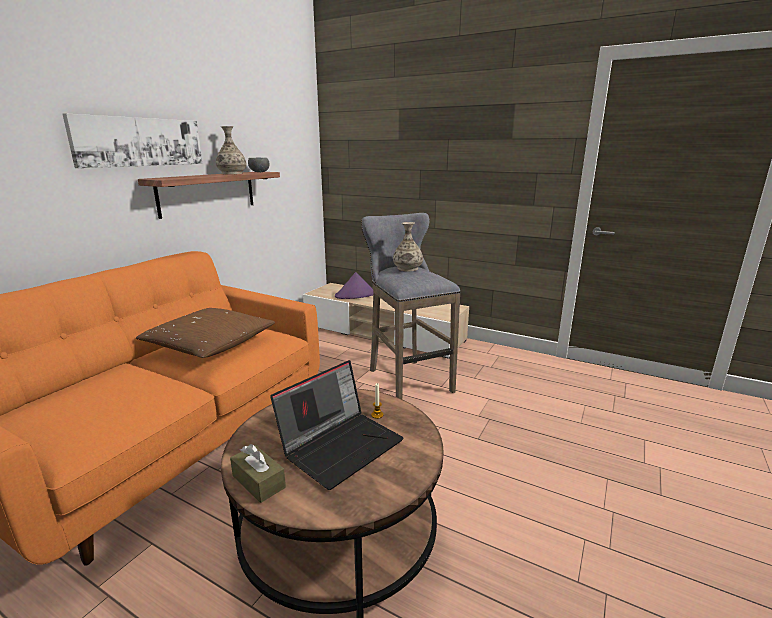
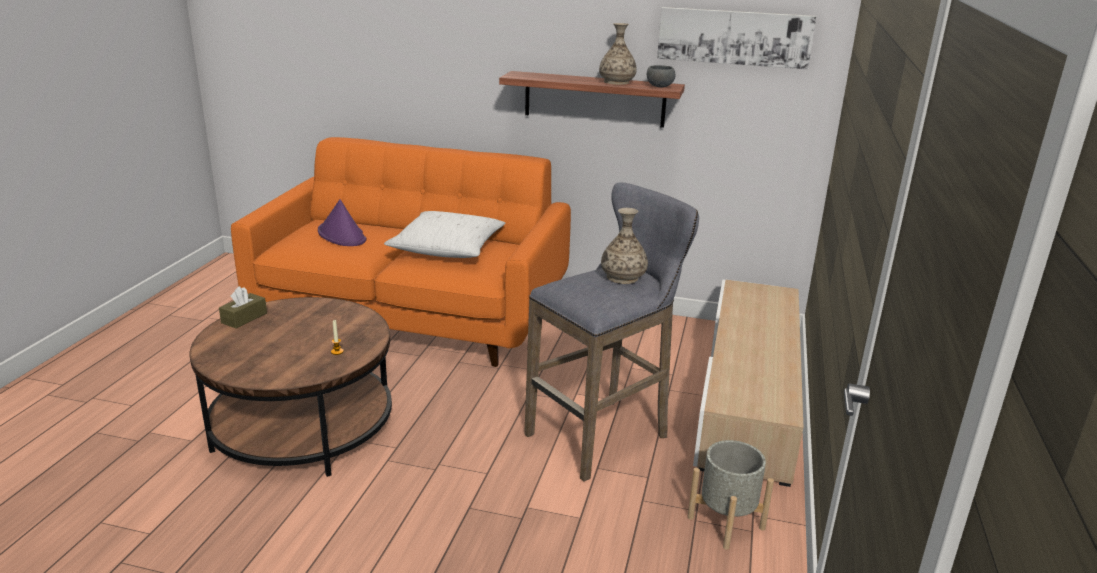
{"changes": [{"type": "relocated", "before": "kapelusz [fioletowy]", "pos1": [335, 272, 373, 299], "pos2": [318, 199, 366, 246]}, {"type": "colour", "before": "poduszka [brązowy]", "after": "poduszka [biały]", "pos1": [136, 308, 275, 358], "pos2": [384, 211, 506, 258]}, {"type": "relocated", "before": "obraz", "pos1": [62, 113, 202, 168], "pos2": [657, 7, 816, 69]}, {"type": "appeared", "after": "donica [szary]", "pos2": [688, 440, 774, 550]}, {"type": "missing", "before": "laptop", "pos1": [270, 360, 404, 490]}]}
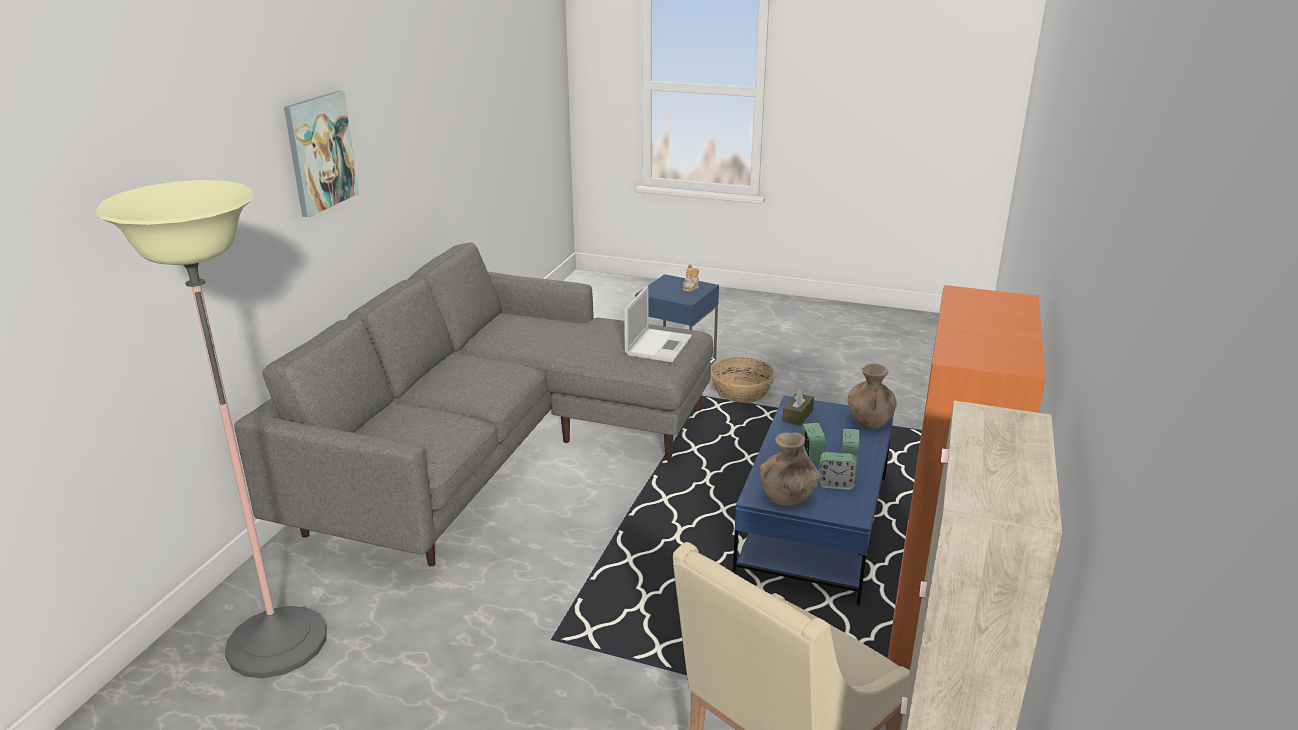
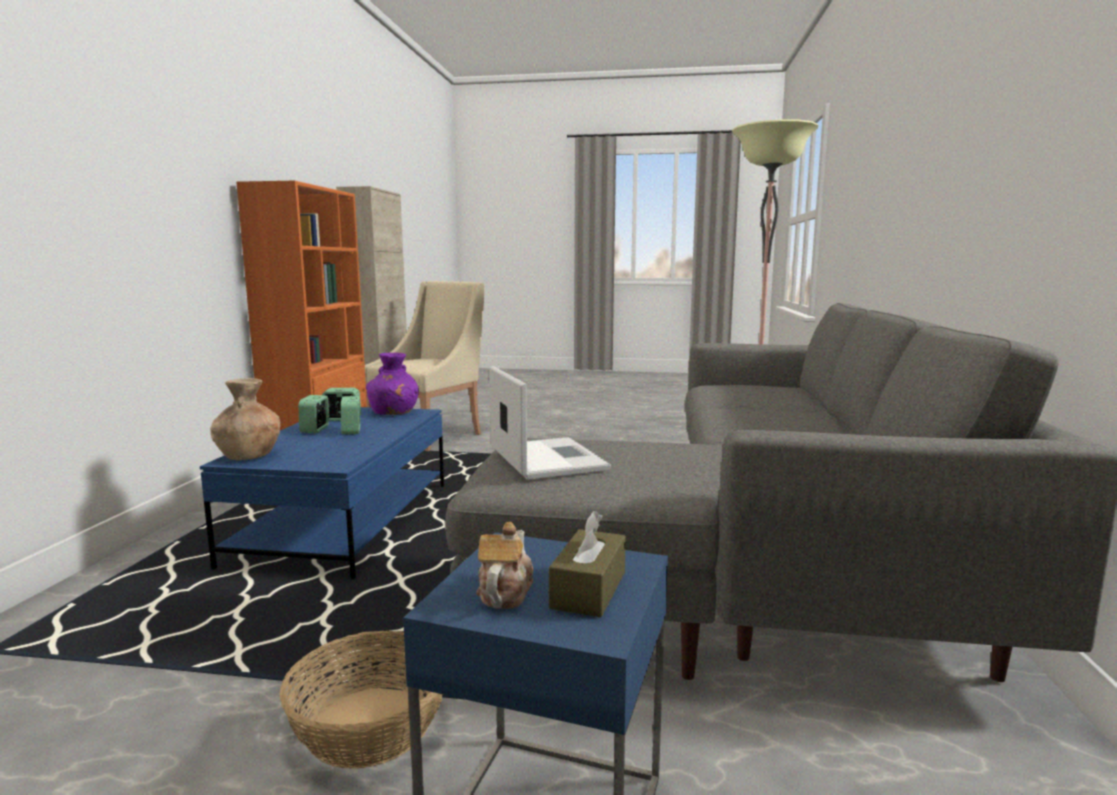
{"changes": [{"type": "colour", "before": "wazon [brązowy]", "after": "wazon [fioletowy]", "pos1": [760, 432, 821, 505], "pos2": [366, 353, 419, 415]}, {"type": "spun", "before": "laptop", "pos1": [624, 286, 692, 362], "pos2": [489, 366, 611, 480], "turn": 150}, {"type": "relocated", "before": "pudełko chusteczek [brązowy]", "pos1": [782, 388, 814, 426], "pos2": [549, 511, 626, 618]}, {"type": "missing", "before": "obraz", "pos1": [284, 91, 359, 217]}]}
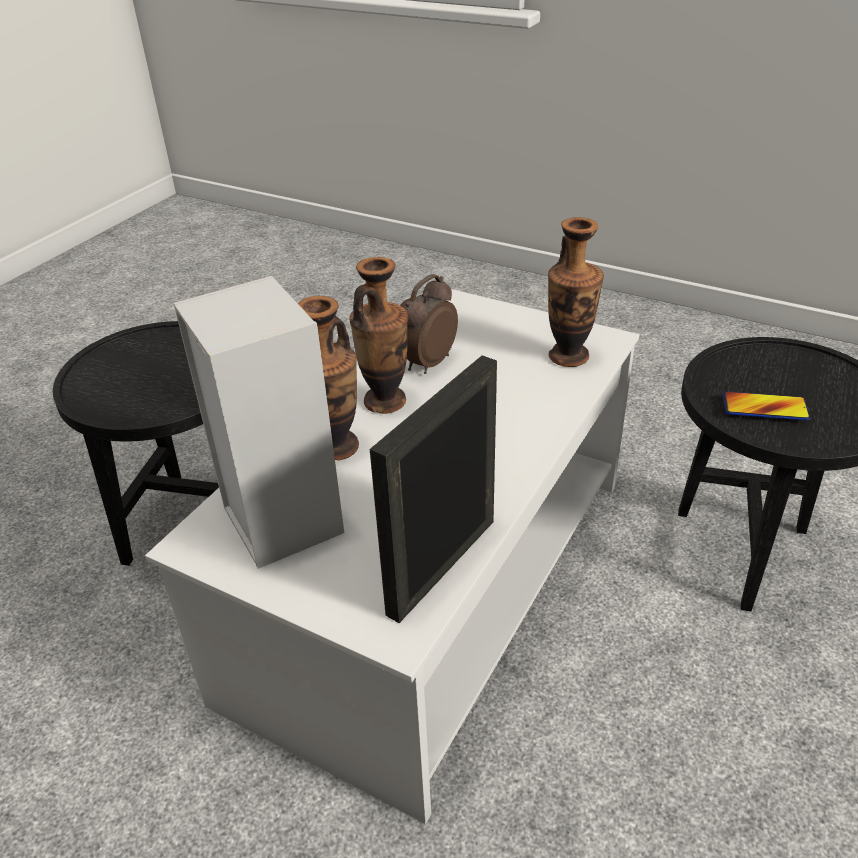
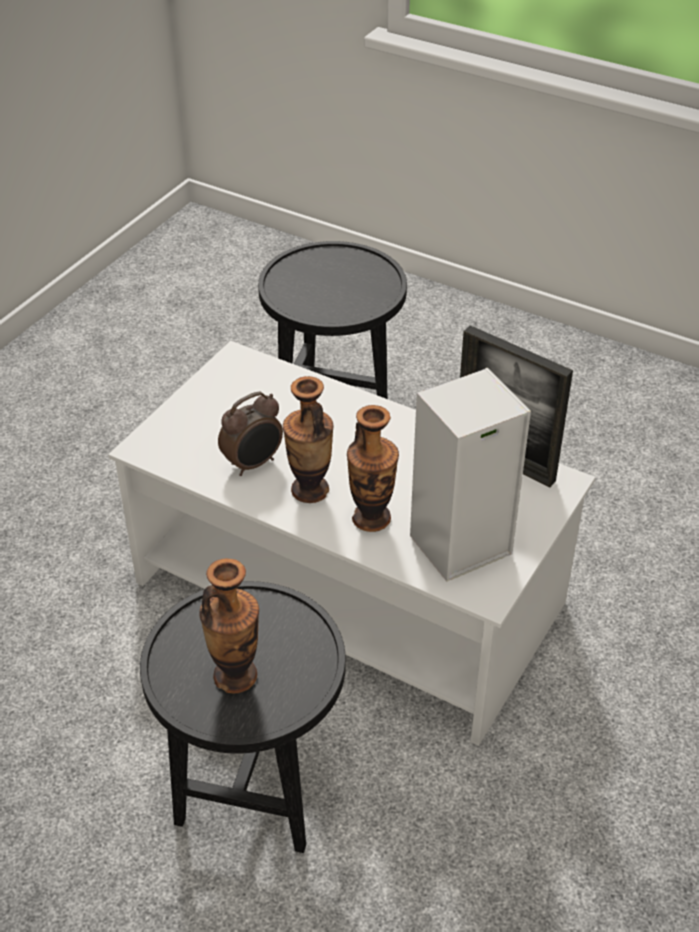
{"changes": [{"type": "relocated", "before": "wazon", "pos1": [548, 217, 604, 367], "pos2": [199, 558, 259, 693]}, {"type": "spun", "before": "budzik", "pos1": [400, 274, 458, 374], "pos2": [218, 392, 283, 476], "turn": -75}, {"type": "missing", "before": "telefon", "pos1": [723, 391, 810, 420]}]}
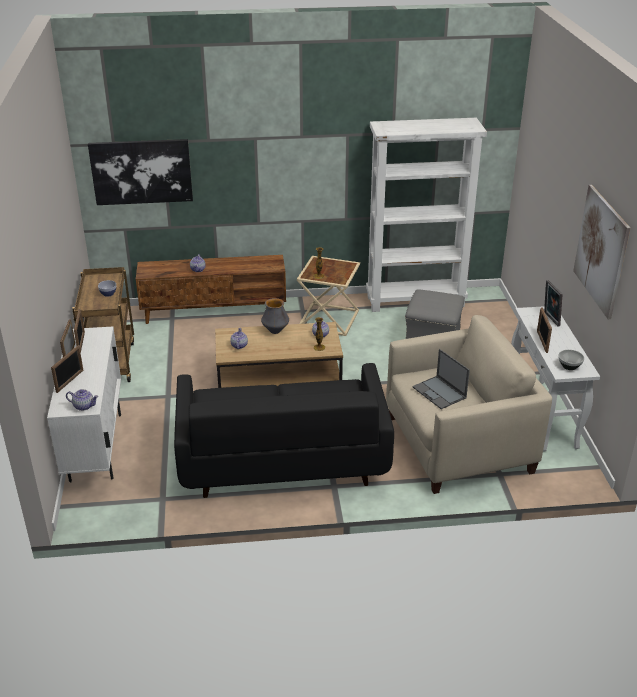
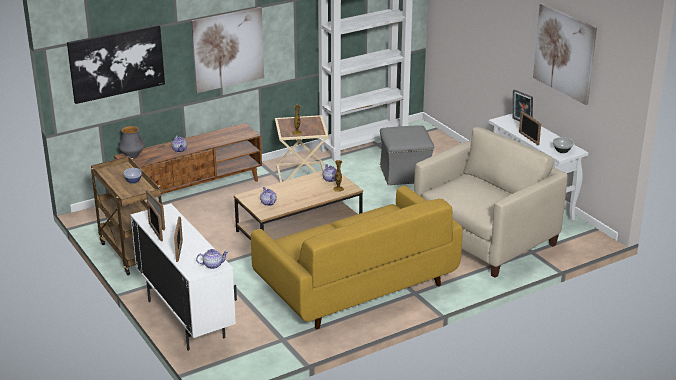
{"changes": [{"type": "relocated", "before": "wazon", "pos1": [261, 298, 289, 334], "pos2": [119, 126, 145, 159]}, {"type": "appeared", "after": "obraz", "pos2": [191, 7, 264, 93]}, {"type": "colour", "before": "kanapa [czarny]", "after": "kanapa [żółty]", "pos1": [174, 363, 394, 498], "pos2": [251, 186, 463, 329]}, {"type": "missing", "before": "laptop", "pos1": [412, 349, 470, 409]}]}
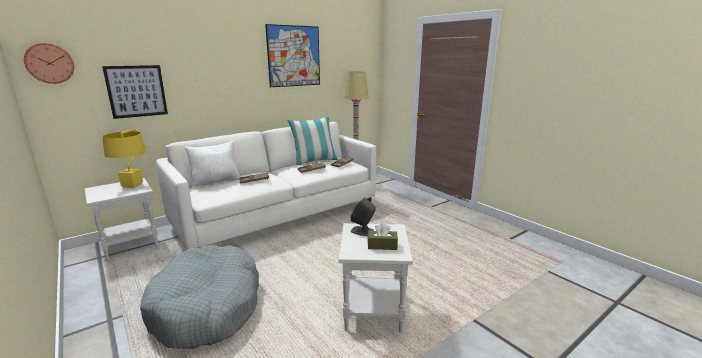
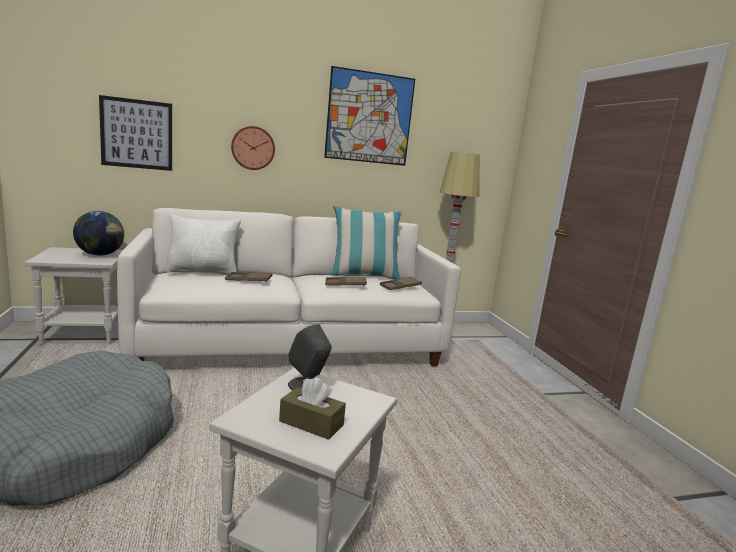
{"changes": [{"type": "exchanged", "before": "lampa stołowa [żółty]", "after": "globus", "pos1": [102, 128, 146, 188], "pos2": [73, 211, 124, 256]}, {"type": "relocated", "before": "zegar ścienny", "pos1": [24, 43, 74, 84], "pos2": [231, 126, 275, 170]}]}
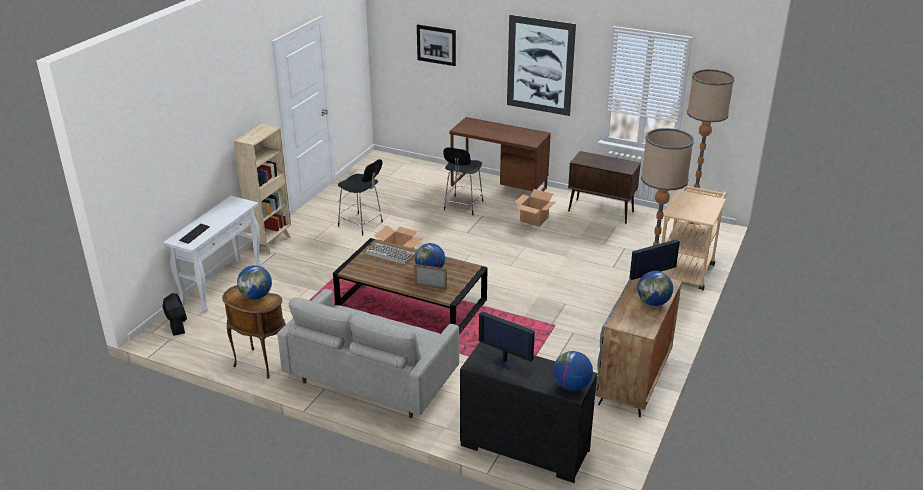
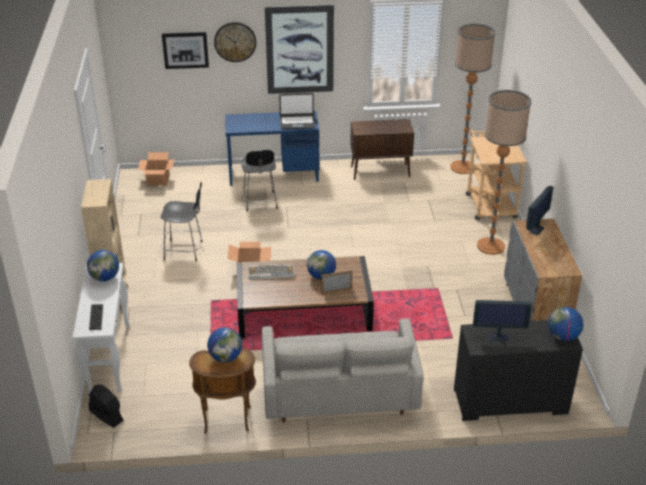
{"changes": [{"type": "relocated", "before": "globus", "pos1": [637, 271, 673, 306], "pos2": [87, 250, 119, 281]}, {"type": "relocated", "before": "karton", "pos1": [515, 189, 555, 227], "pos2": [138, 152, 174, 185]}, {"type": "appeared", "after": "zegar ścienny", "pos2": [214, 22, 256, 62]}, {"type": "colour", "before": "biurko [brązowy]", "after": "biurko [niebieski]", "pos1": [449, 117, 551, 191], "pos2": [225, 111, 319, 186]}, {"type": "appeared", "after": "laptop", "pos2": [279, 93, 315, 129]}]}
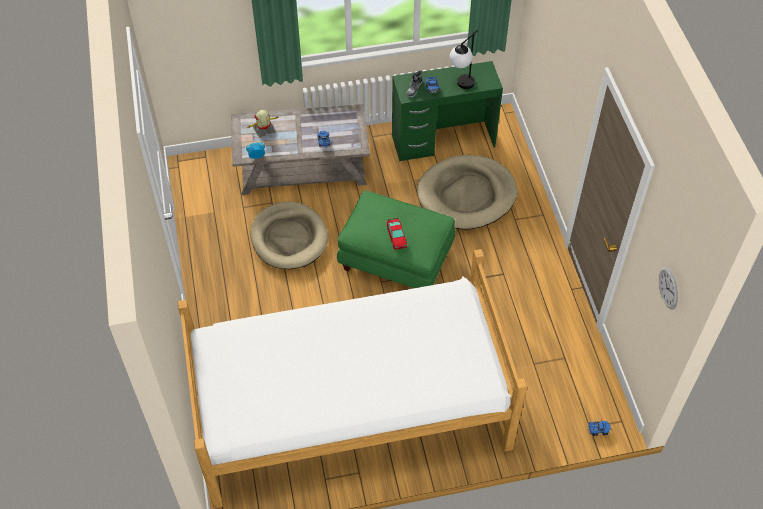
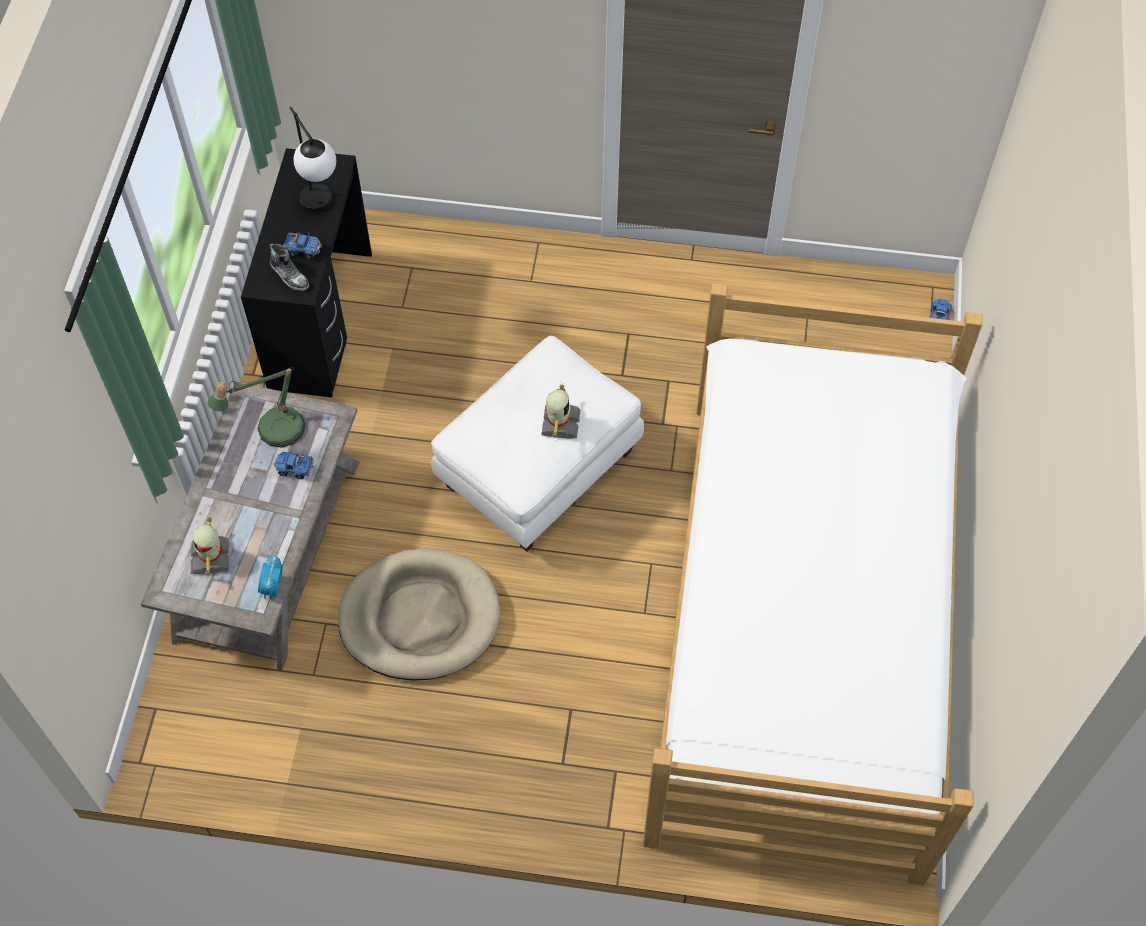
{"changes": [{"type": "appeared", "after": "lampa stołowa", "pos2": [207, 367, 305, 448]}, {"type": "colour", "before": "biurko [zielony]", "after": "biurko [czarny]", "pos1": [392, 61, 503, 162], "pos2": [241, 148, 372, 398]}, {"type": "colour", "before": "pufa [zielony]", "after": "pufa [biały]", "pos1": [337, 190, 455, 288], "pos2": [431, 336, 644, 552]}, {"type": "exchanged", "before": "samochodzik", "after": "robot zabawkowy", "pos1": [387, 218, 407, 250], "pos2": [541, 383, 581, 439]}, {"type": "missing", "before": "legowisko [beżowy]", "pos1": [417, 155, 518, 229]}, {"type": "missing", "before": "zegar ścienny", "pos1": [659, 266, 678, 310]}]}
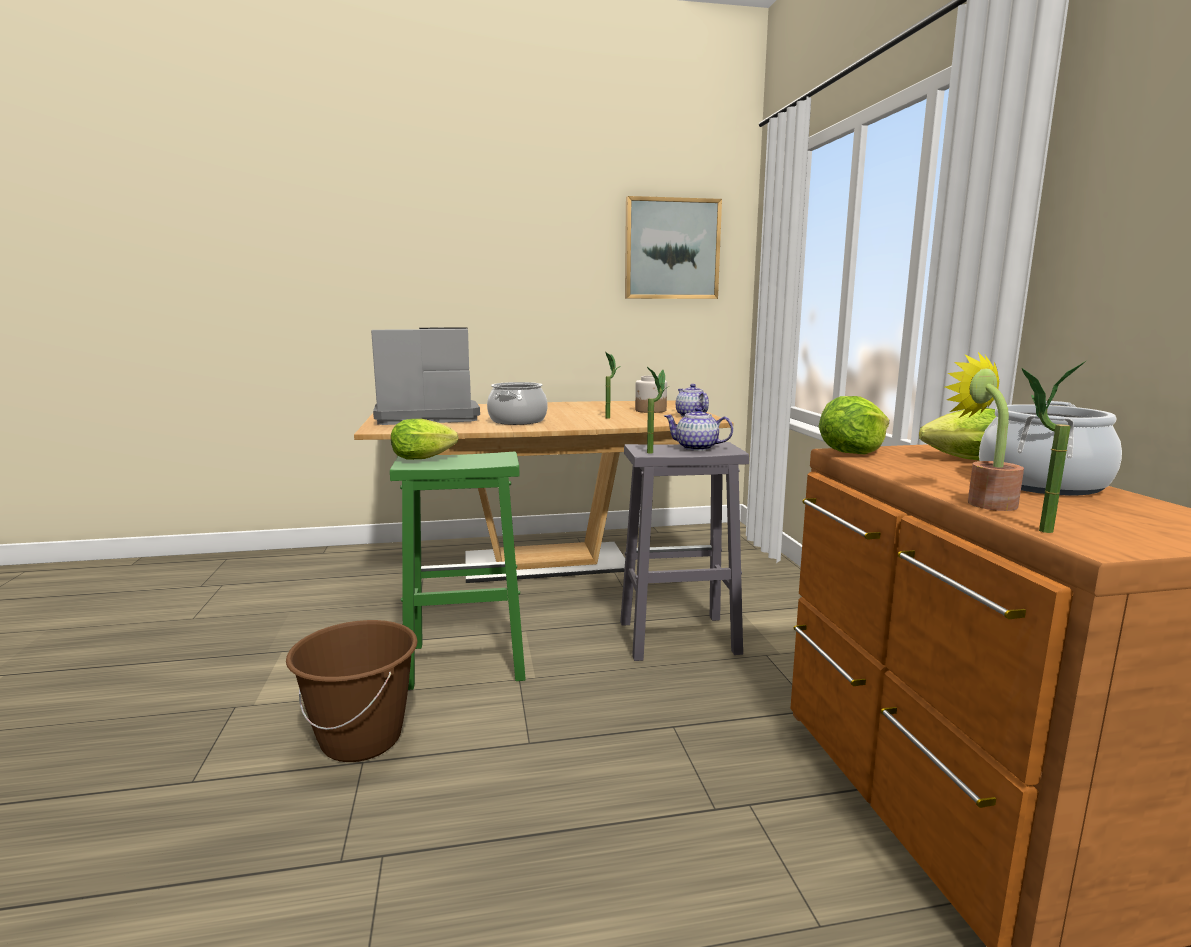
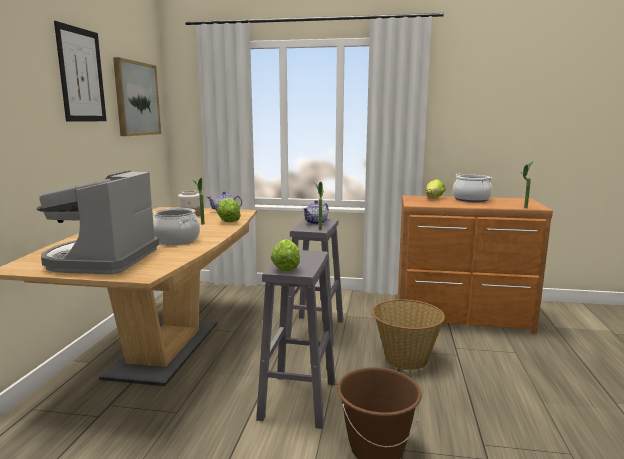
{"changes": [{"type": "appeared", "after": "obraz", "pos2": [54, 21, 107, 122]}, {"type": "relocated", "before": "sałata", "pos1": [819, 396, 889, 454], "pos2": [217, 199, 241, 223]}, {"type": "colour", "before": "stołek [zielony]", "after": "stołek [szary]", "pos1": [390, 452, 526, 690], "pos2": [256, 250, 335, 429]}, {"type": "appeared", "after": "koszyk", "pos2": [372, 299, 445, 370]}, {"type": "missing", "before": "roślina doniczkowa", "pos1": [945, 352, 1024, 511]}]}
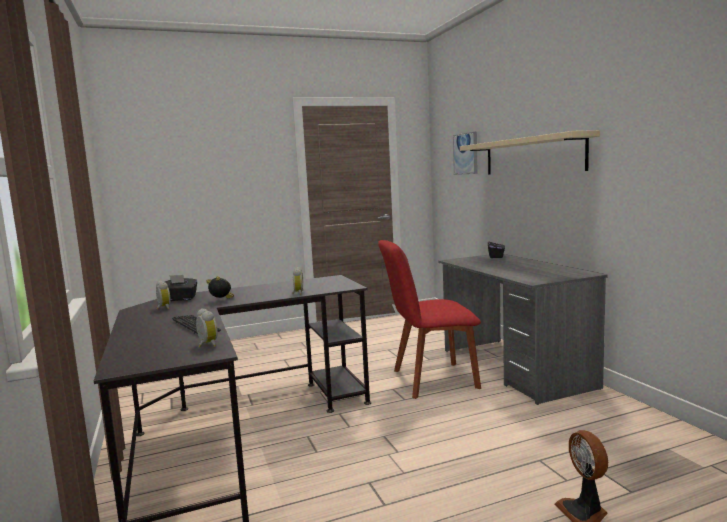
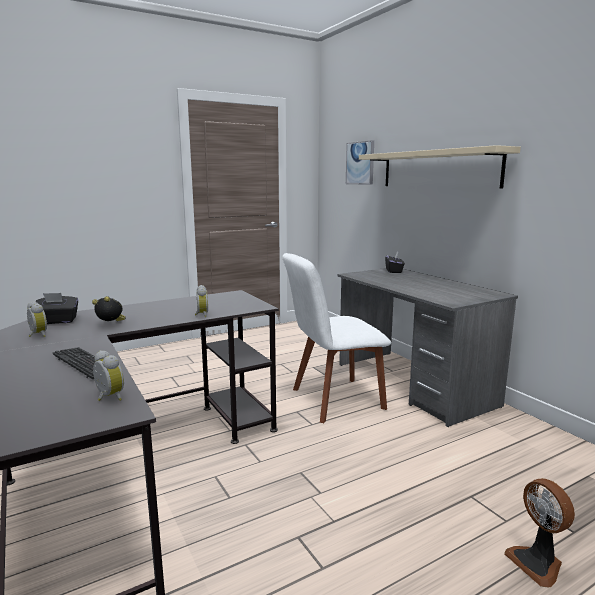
{"changes": [{"type": "colour", "before": "krzesło [czerwony]", "after": "krzesło [biały]", "pos1": [378, 240, 481, 399], "pos2": [283, 253, 391, 423]}]}
